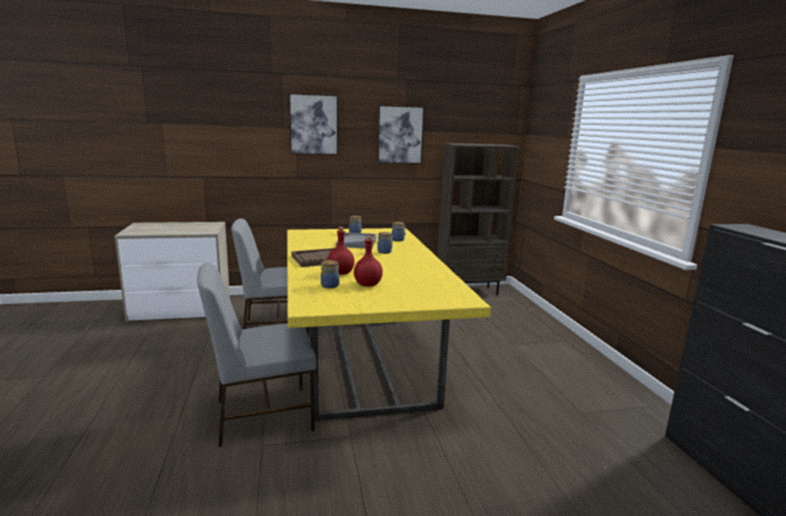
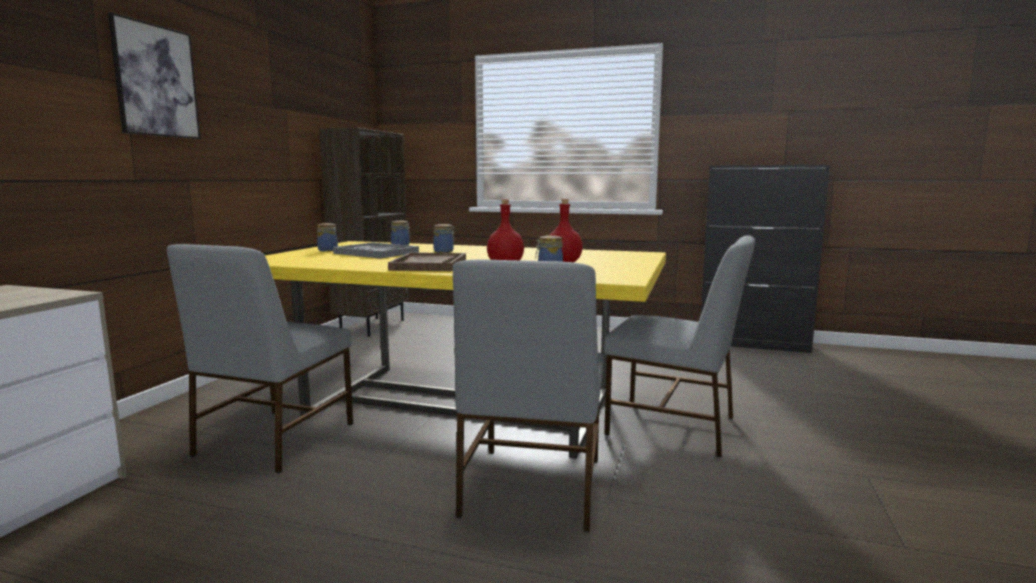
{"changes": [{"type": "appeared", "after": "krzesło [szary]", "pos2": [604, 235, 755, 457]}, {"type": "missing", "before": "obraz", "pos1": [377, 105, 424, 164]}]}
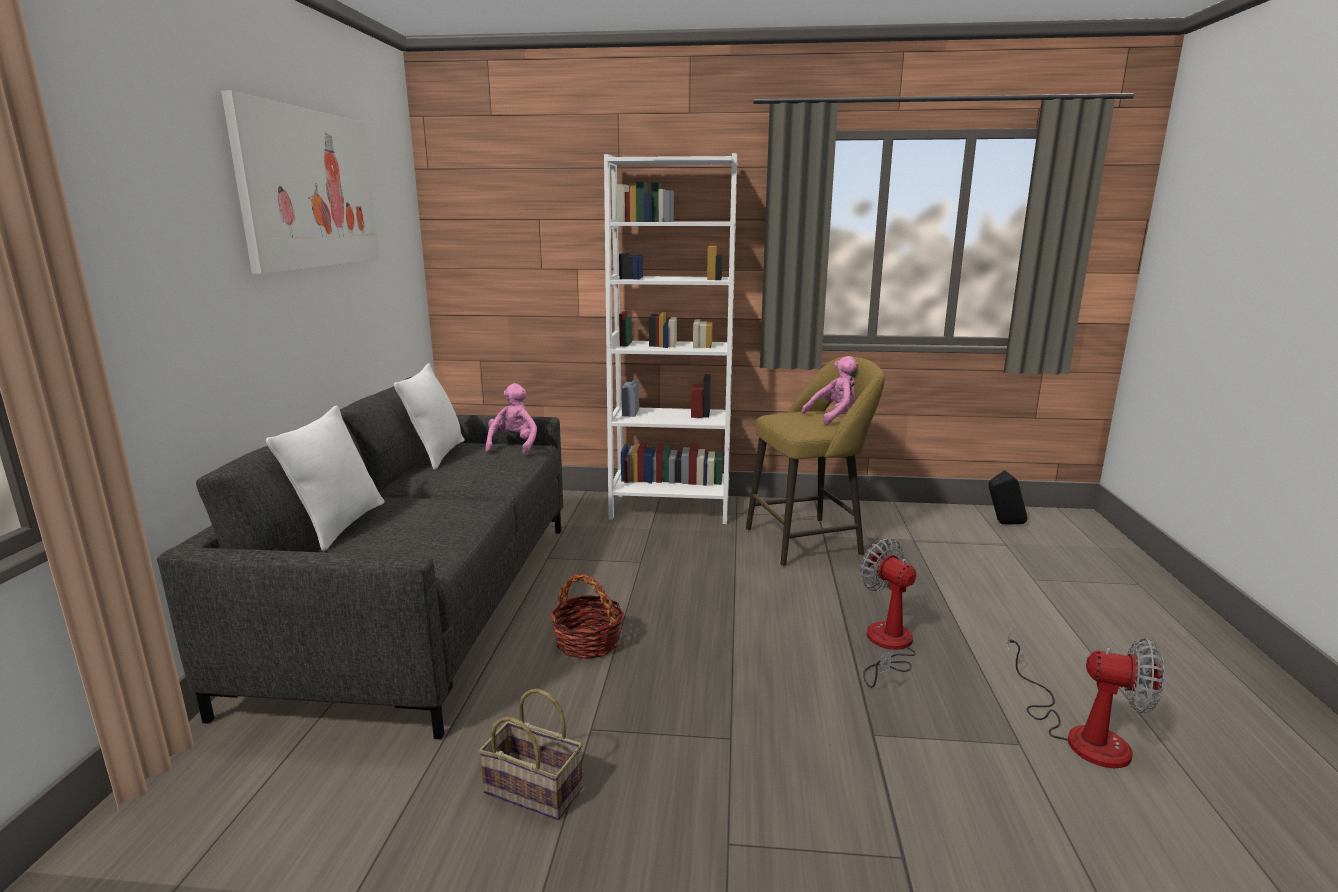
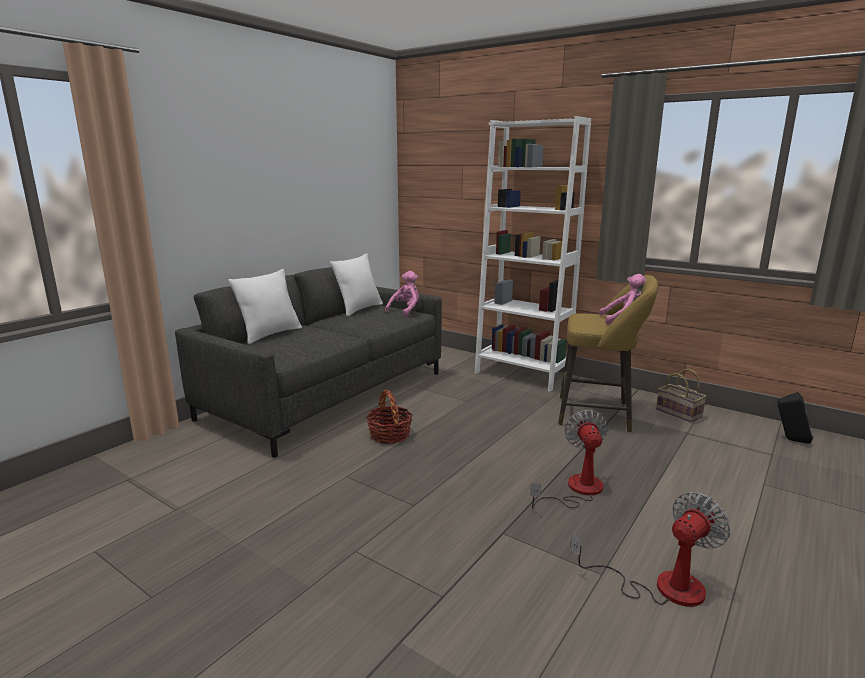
{"changes": [{"type": "spun", "before": "wentylator", "pos1": [1008, 627, 1165, 768], "pos2": [570, 492, 731, 607], "turn": -90}, {"type": "relocated", "before": "koszyk", "pos1": [478, 688, 583, 820], "pos2": [656, 369, 706, 422]}, {"type": "missing", "before": "obraz", "pos1": [221, 91, 379, 274]}]}
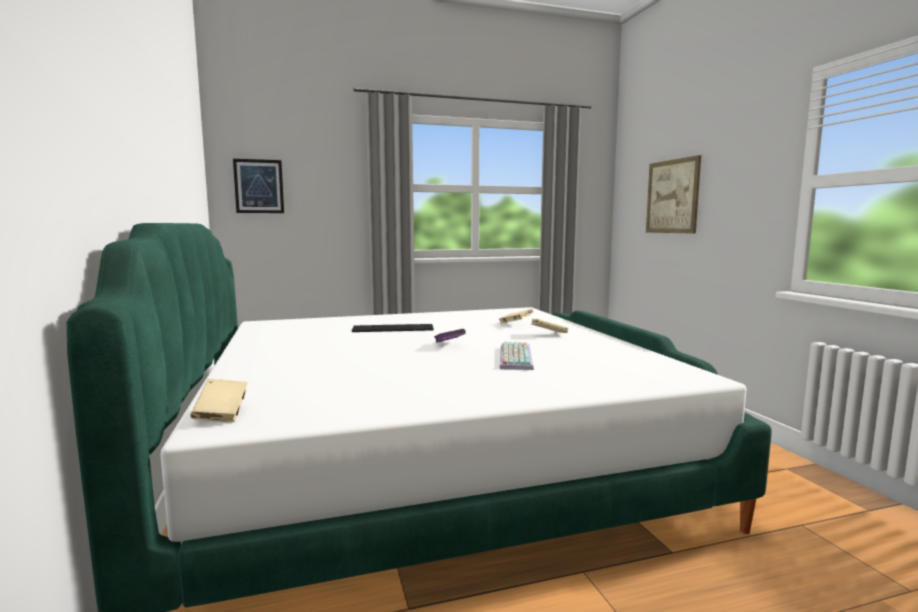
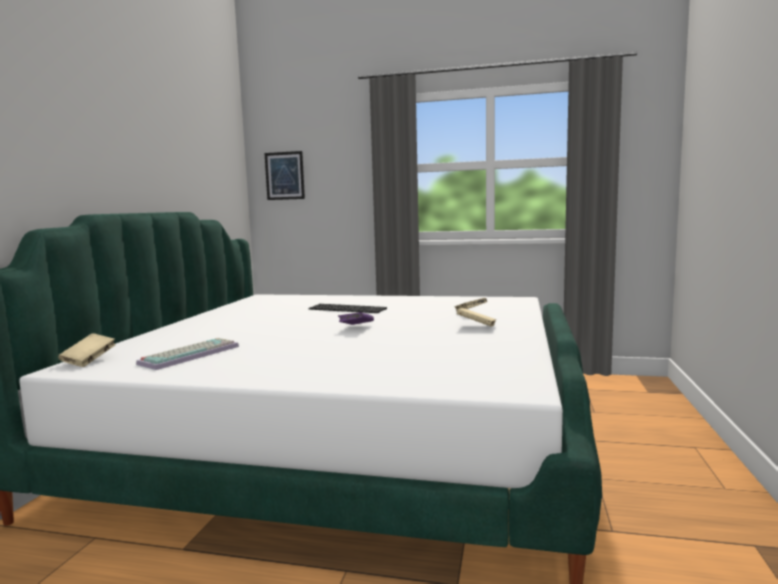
{"changes": [{"type": "relocated", "before": "klawiatura", "pos1": [500, 342, 534, 370], "pos2": [136, 338, 239, 370]}, {"type": "missing", "before": "obraz", "pos1": [646, 155, 701, 234]}]}
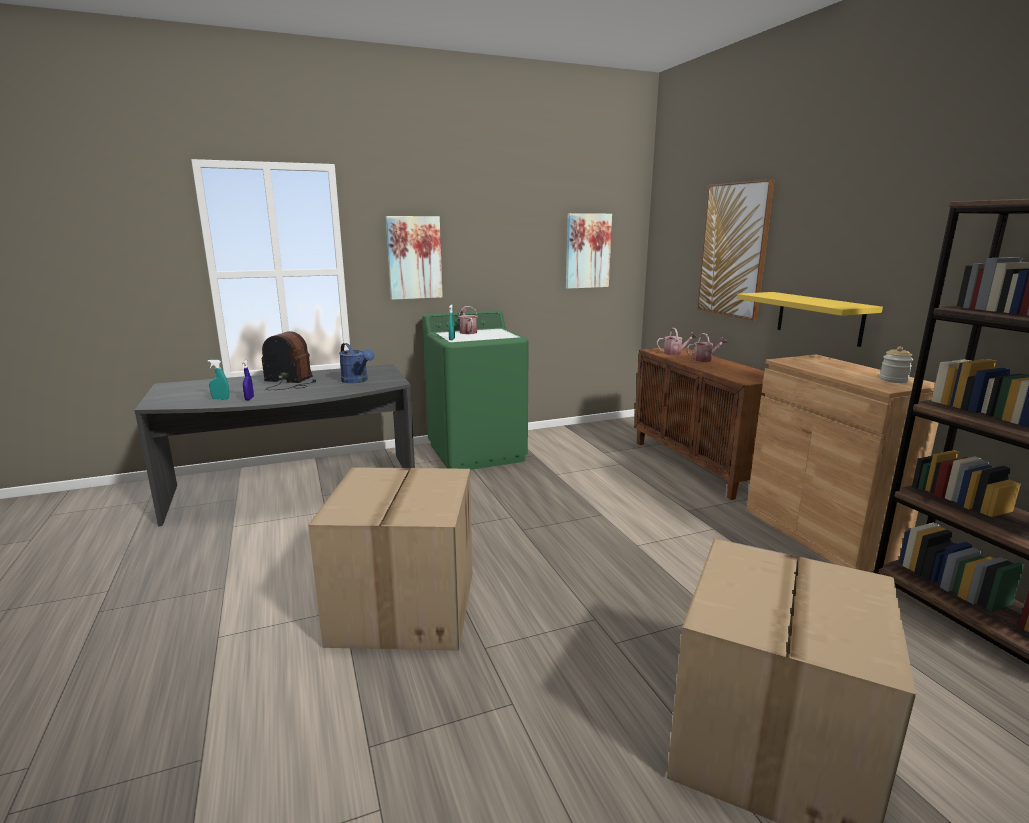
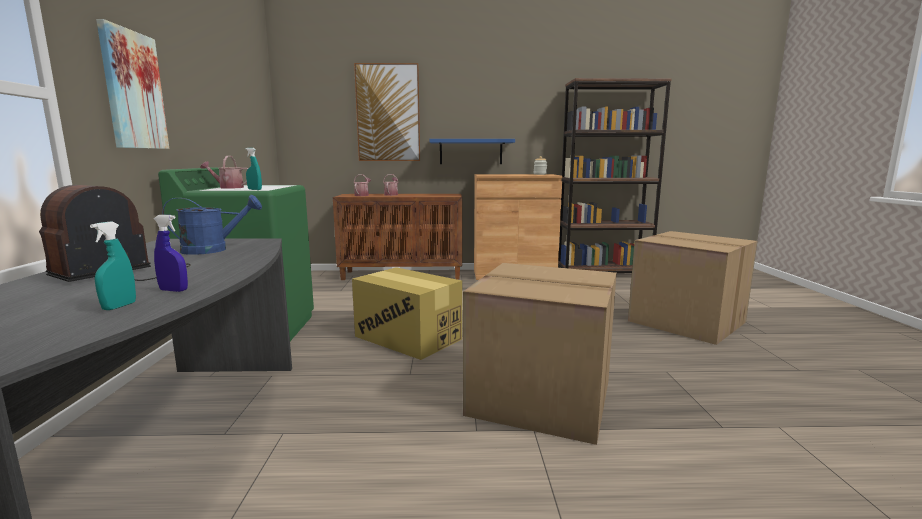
{"changes": [{"type": "appeared", "after": "karton", "pos2": [352, 267, 462, 360]}, {"type": "colour", "before": "półka [żółty]", "after": "półka [niebieski]", "pos1": [737, 292, 883, 347], "pos2": [429, 139, 515, 164]}, {"type": "missing", "before": "obraz", "pos1": [566, 213, 612, 289]}]}
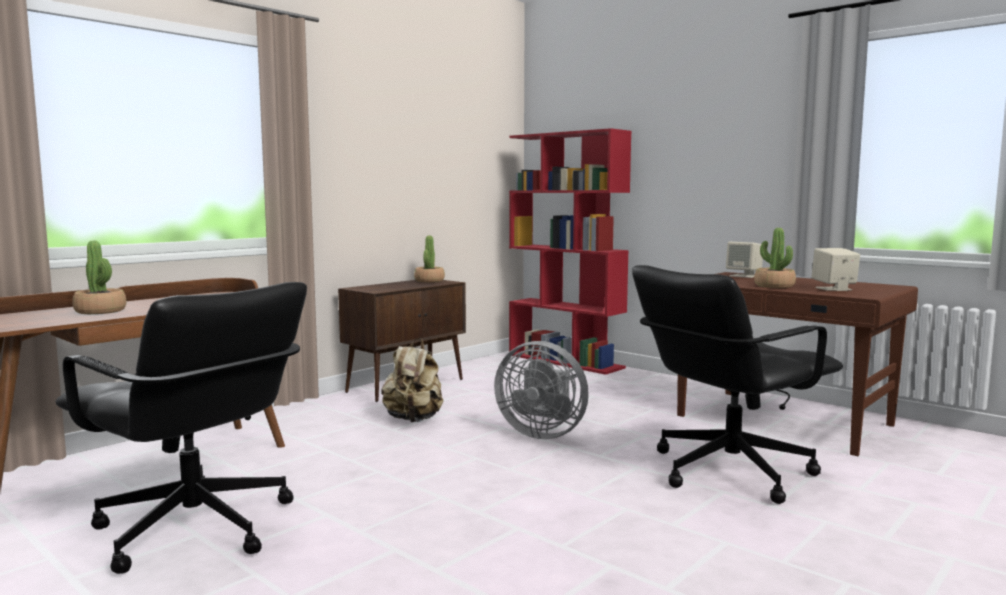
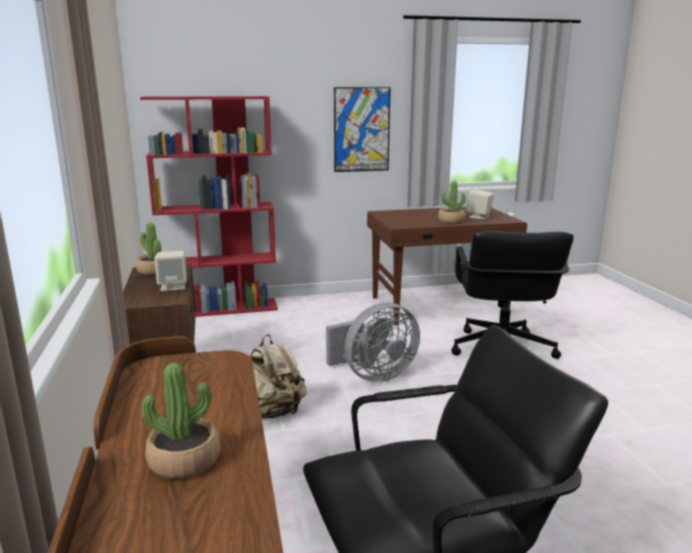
{"changes": [{"type": "relocated", "before": "głośnik [beżowy]", "pos1": [726, 242, 763, 278], "pos2": [154, 251, 187, 291]}, {"type": "appeared", "after": "obraz", "pos2": [334, 87, 391, 172]}]}
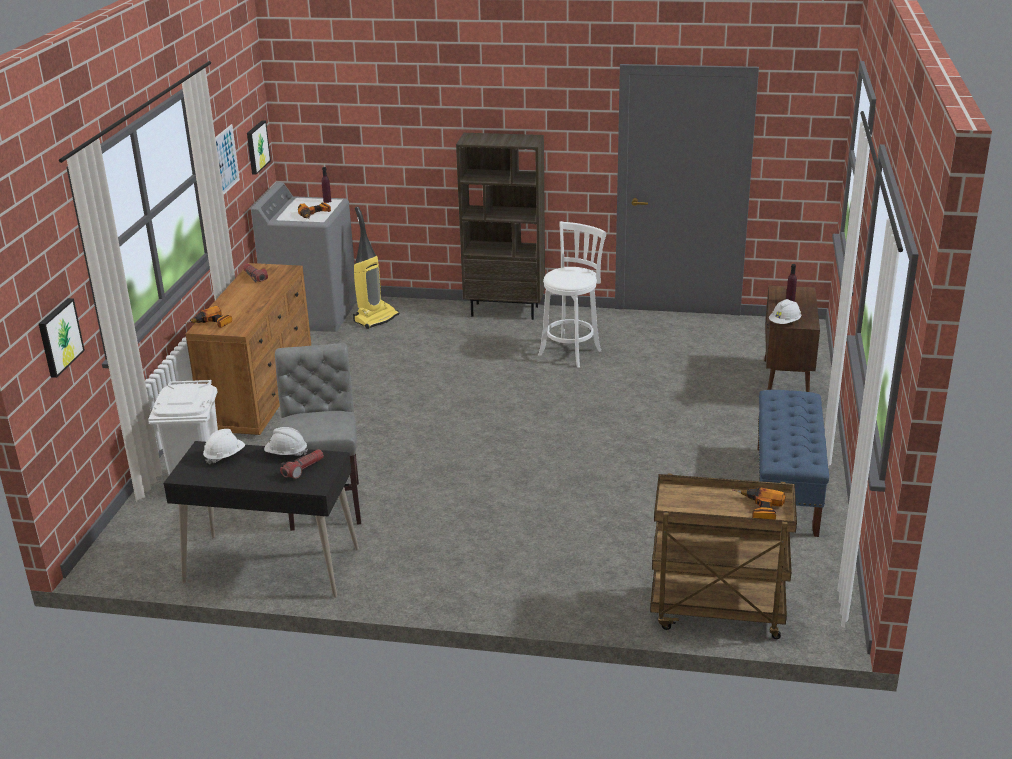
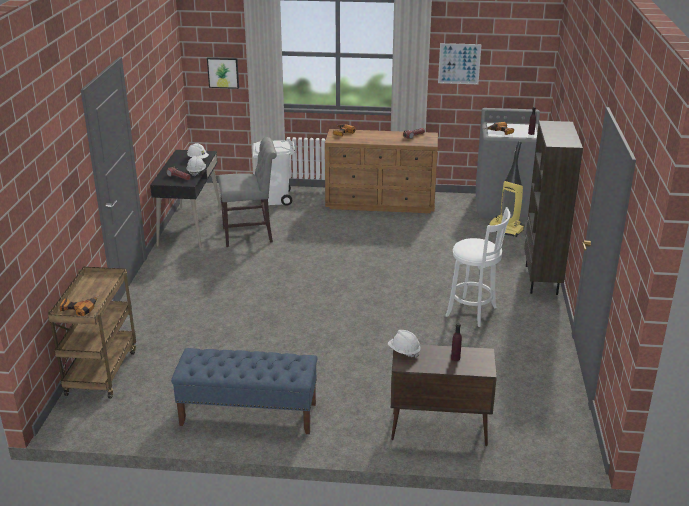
{"changes": [{"type": "missing", "before": "obraz", "pos1": [247, 121, 271, 175]}]}
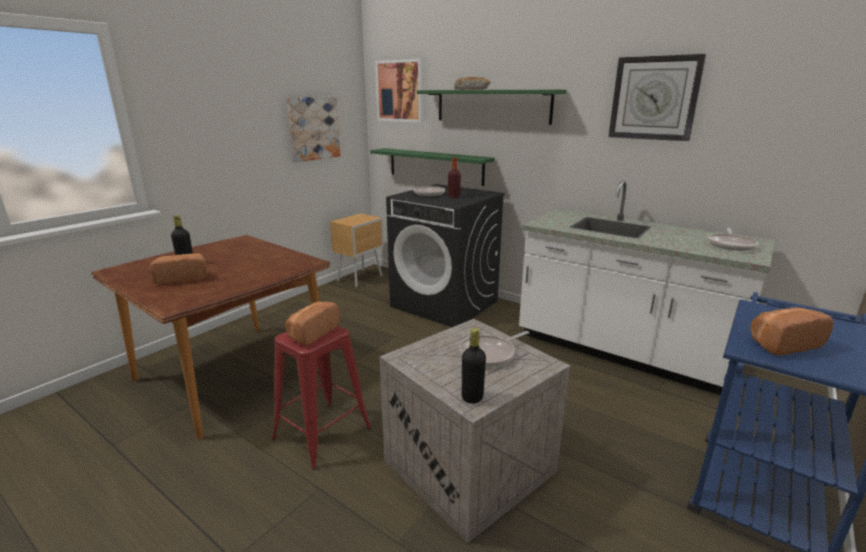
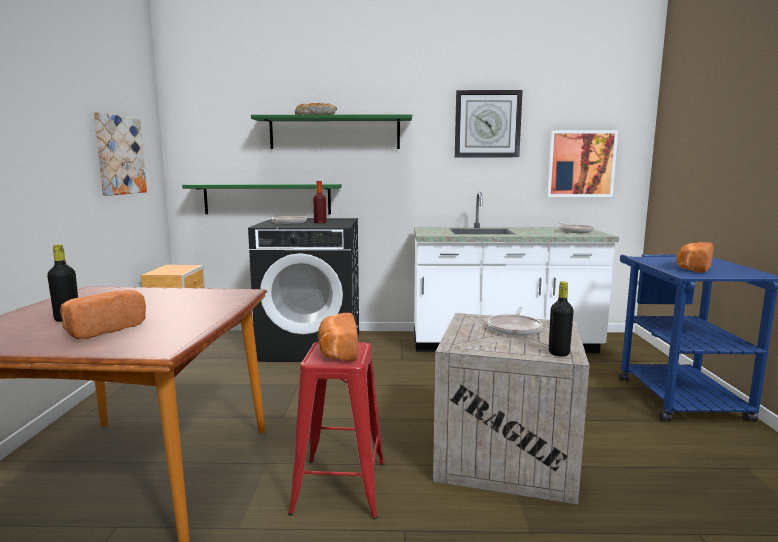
{"changes": [{"type": "relocated", "before": "obraz", "pos1": [375, 59, 423, 122], "pos2": [546, 130, 618, 197]}]}
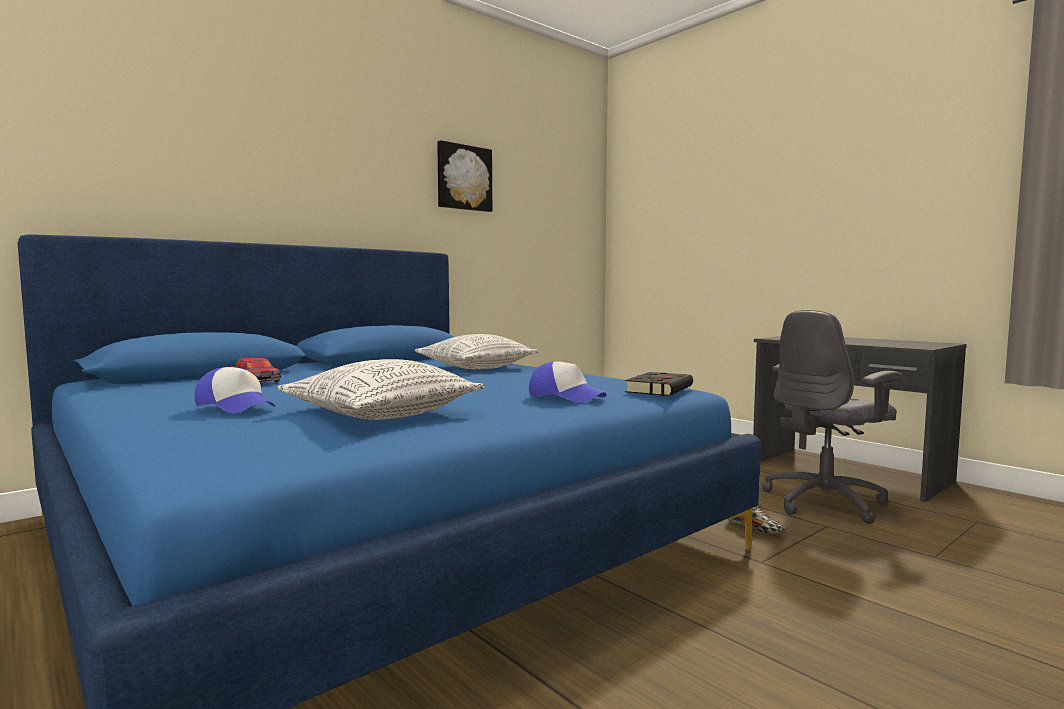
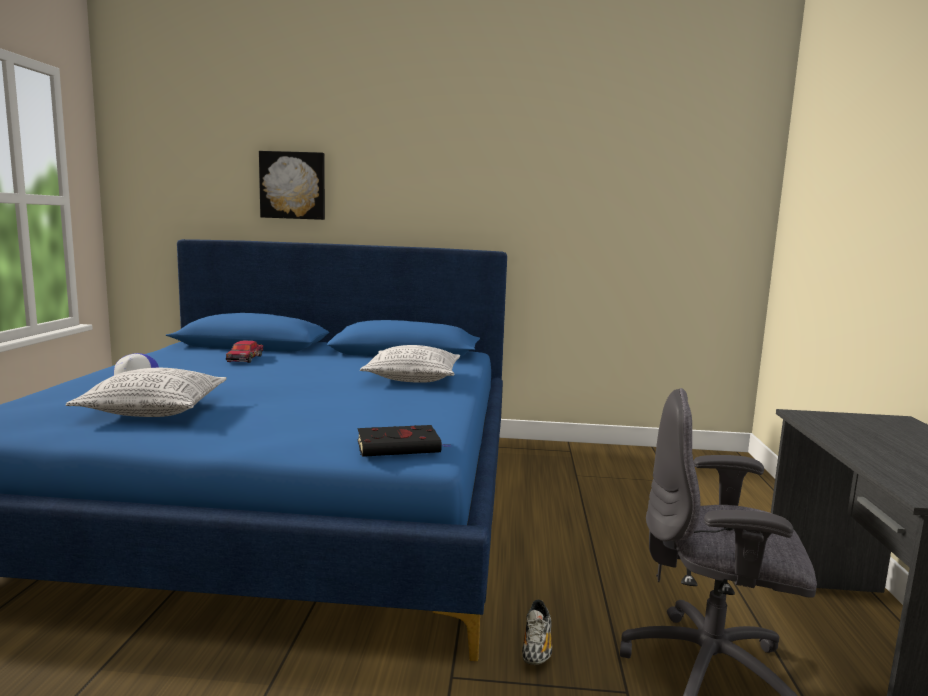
{"changes": [{"type": "relocated", "before": "obraz", "pos1": [437, 140, 492, 212], "pos2": [259, 151, 325, 220]}, {"type": "missing", "before": "czapka z daszkiem", "pos1": [529, 361, 606, 403]}]}
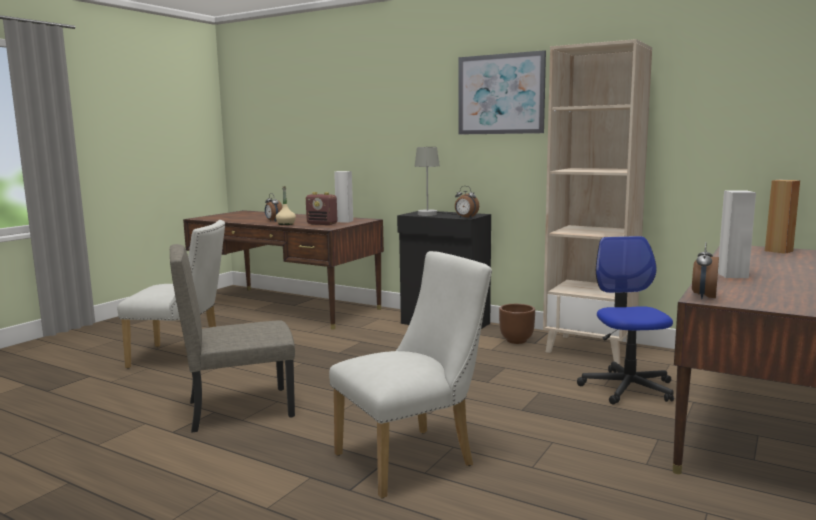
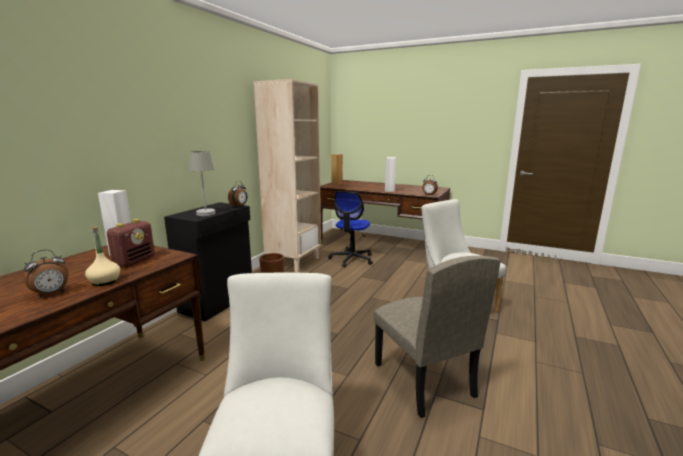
{"changes": [{"type": "spun", "before": "krzesło biurowe", "pos1": [577, 236, 674, 404], "pos2": [328, 191, 373, 267], "turn": -60}, {"type": "missing", "before": "obraz", "pos1": [459, 50, 546, 135]}]}
